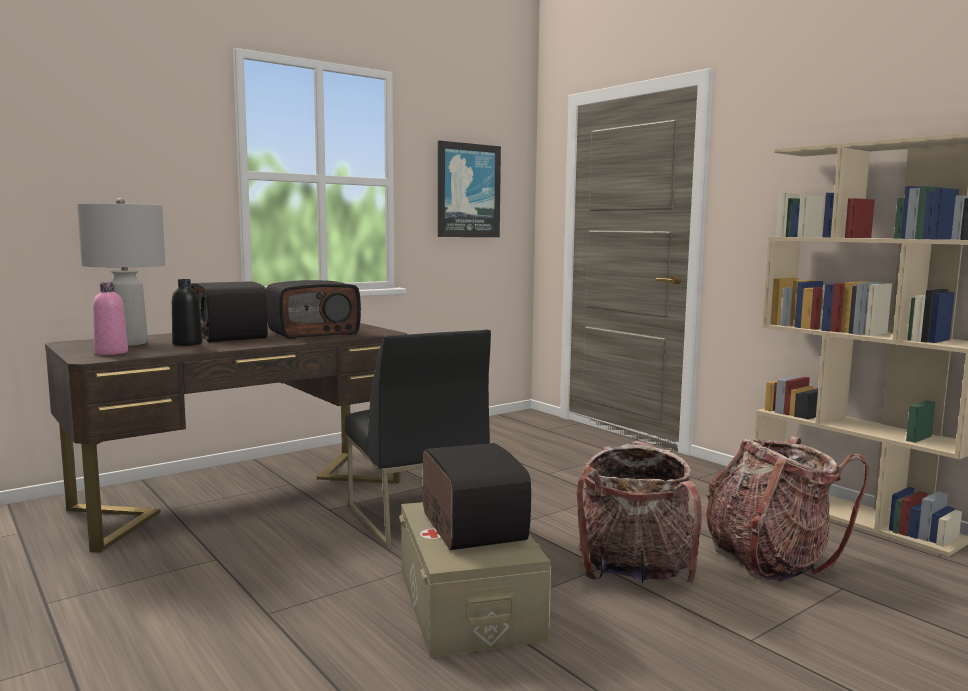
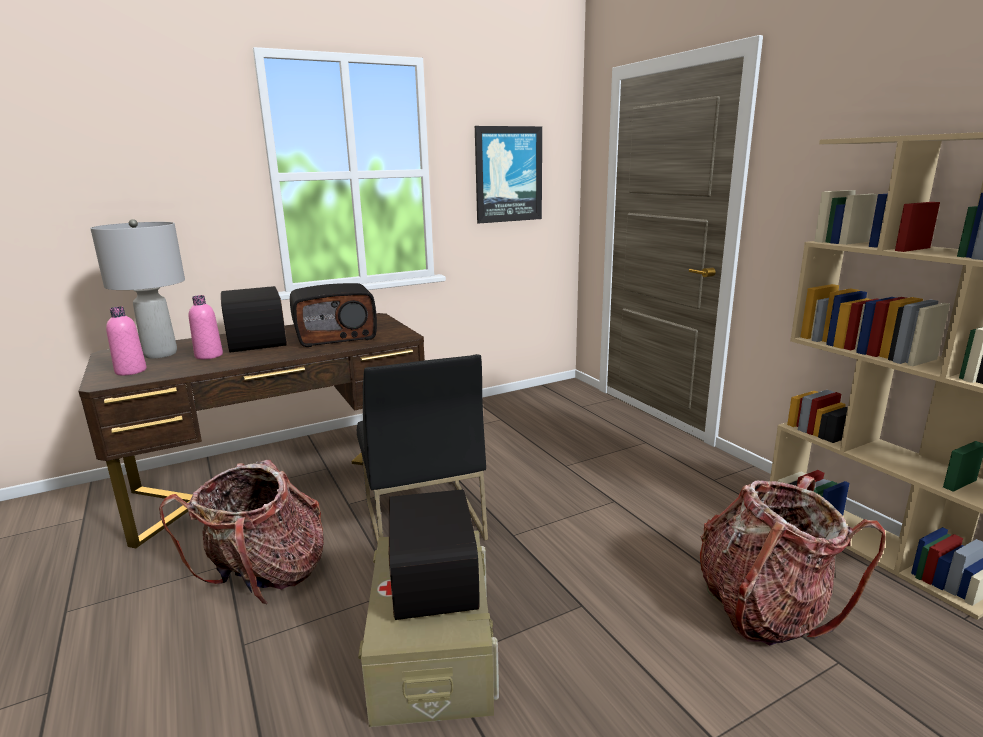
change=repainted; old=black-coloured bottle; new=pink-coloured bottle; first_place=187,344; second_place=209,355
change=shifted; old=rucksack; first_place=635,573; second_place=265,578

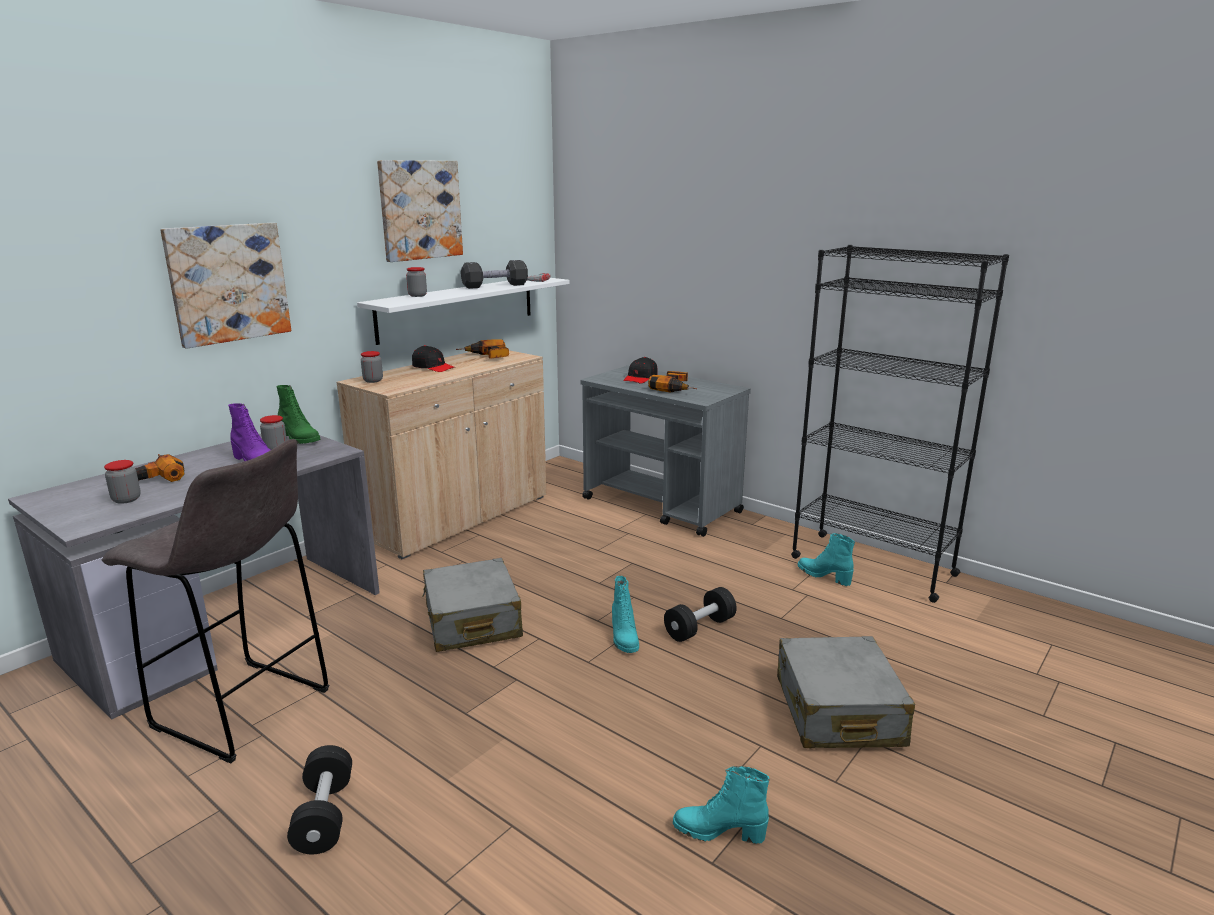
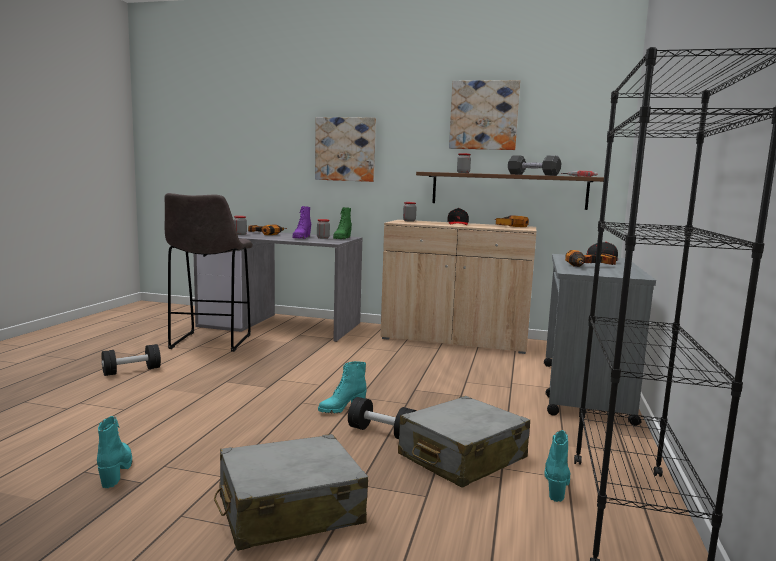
change=repainted; old=white-coloured bracket shelf; new=brown bracket shelf; first_place=458,308; second_place=508,190
change=shifted; old=grey piece of luggage; first_place=472,621; second_place=462,457

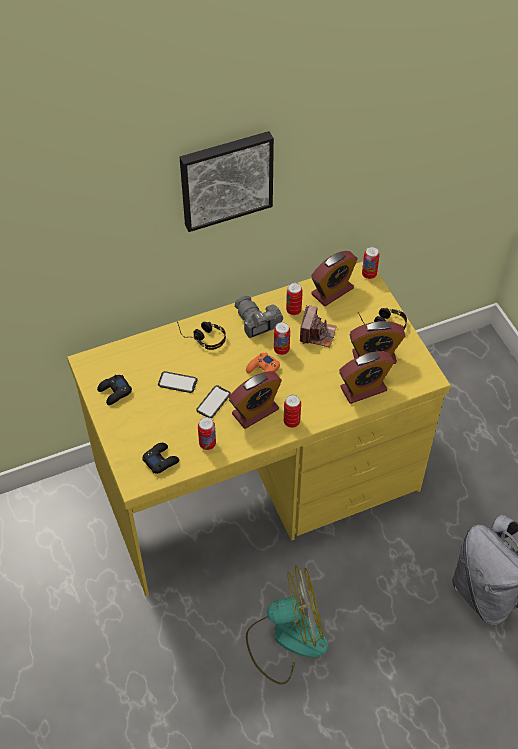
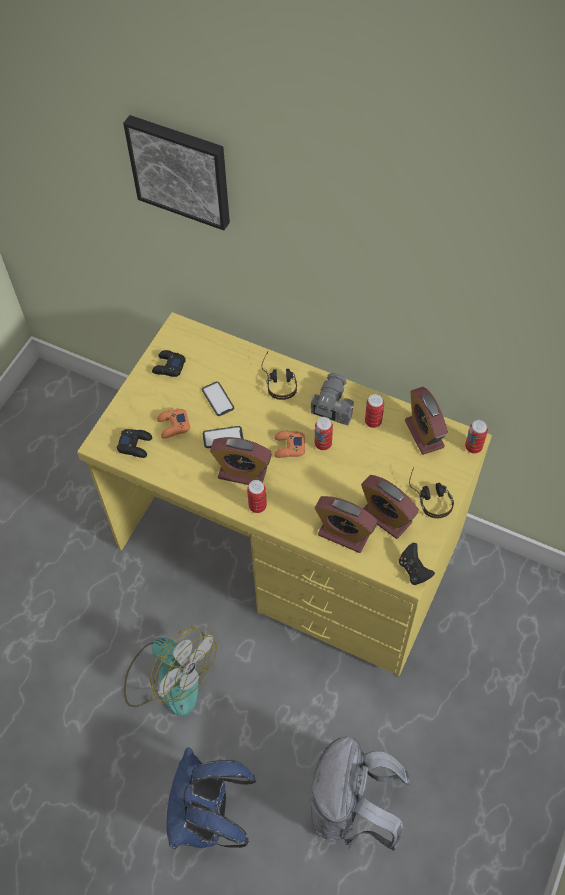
change=shifted; old=wall art; first_place=225,179; second_place=181,170
change=rotated; old=table clock; first_place=332,291; second_place=424,434; degrees=60
change=gone; old=still camera; first_place=317,334
change=gone; old=can; first_place=207,444
change=new; new=orange-coloured gamepad; second_place=173,426
change=new; new=black-coloured gamepad; second_place=414,570
change=new; new=bluish rucksack; second_place=209,816

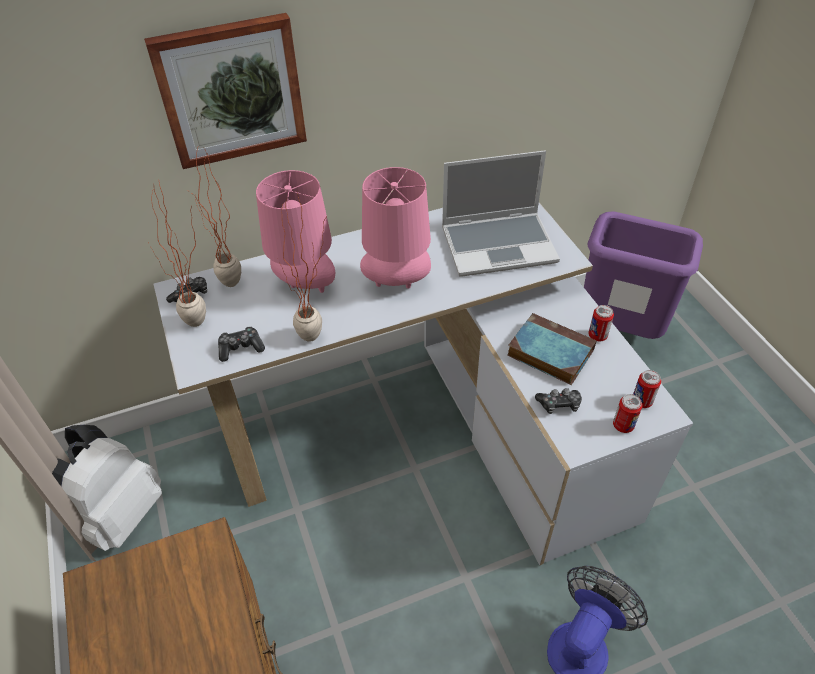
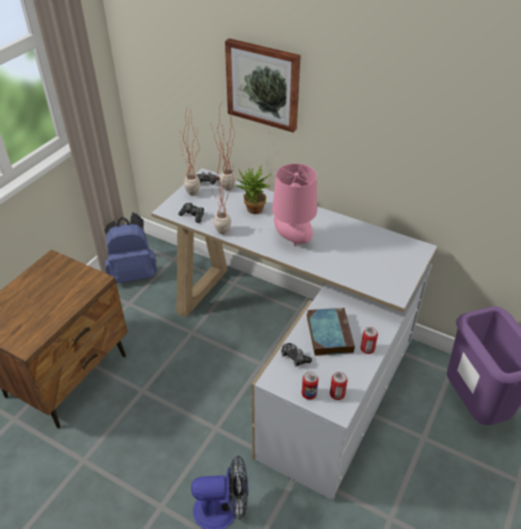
change=gone; old=notebook computer; first_place=499,244
change=swapped; old=pink-coloured table lamp; new=potted plant; first_place=304,286; second_place=253,211
change=repainted; old=white-coloured rucksack; new=bluish rucksack; first_place=120,514; second_place=133,273

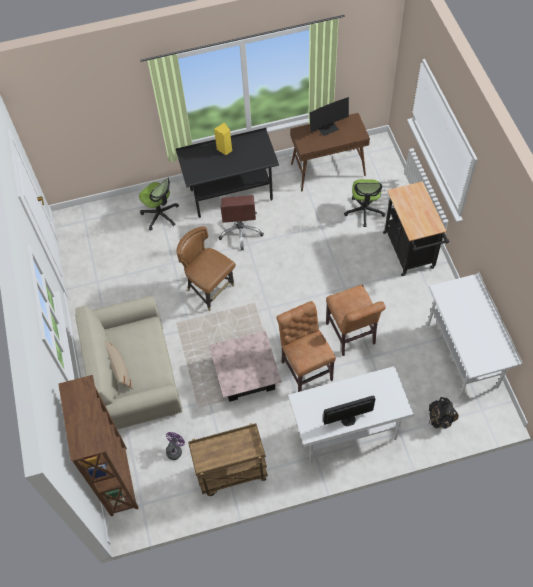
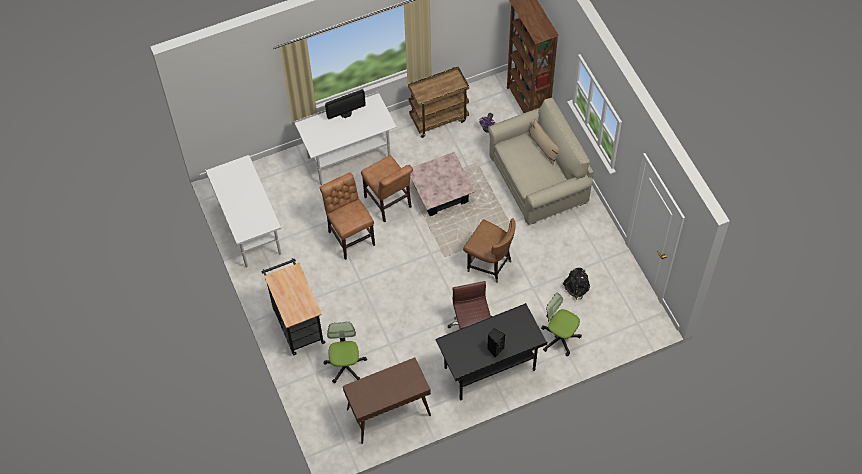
change=gone; old=computer display; first_place=327,128
change=repainted; old=yellow-coloured speaker; new=black-coloured speaker; first_place=225,149; second_place=495,349
change=shifted; old=black-coloured rucksack; first_place=440,418; second_place=576,288

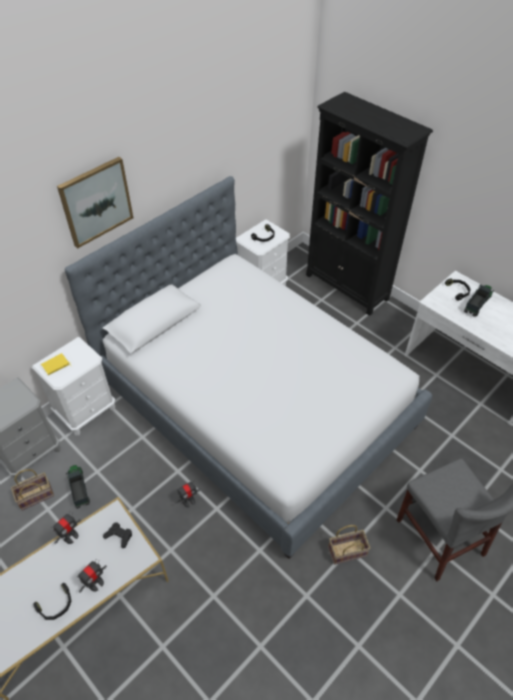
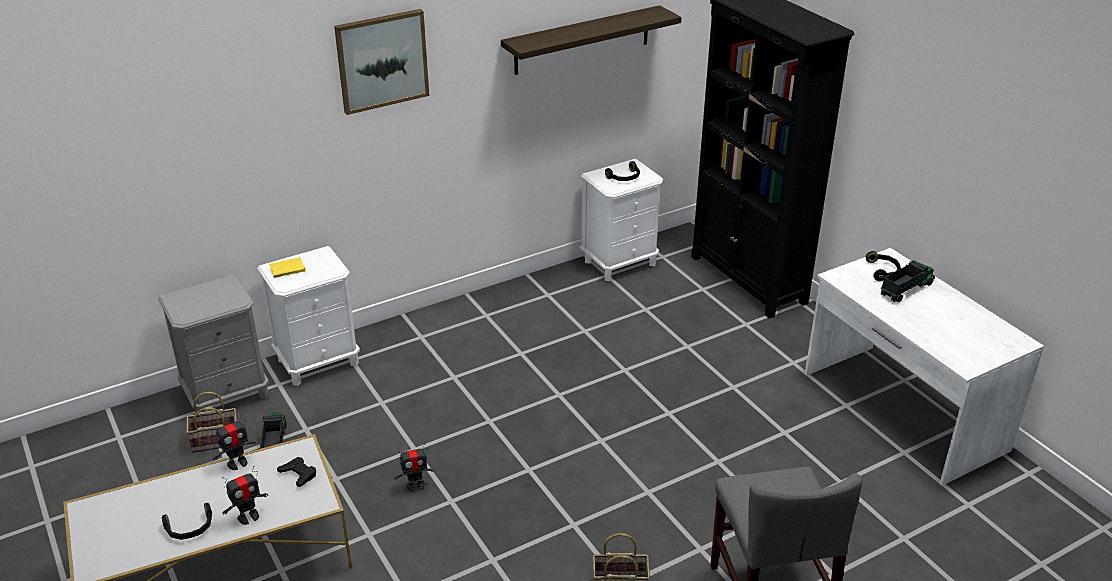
change=gone; old=bed; first_place=256,404
change=new; new=bracket shelf; second_place=582,40

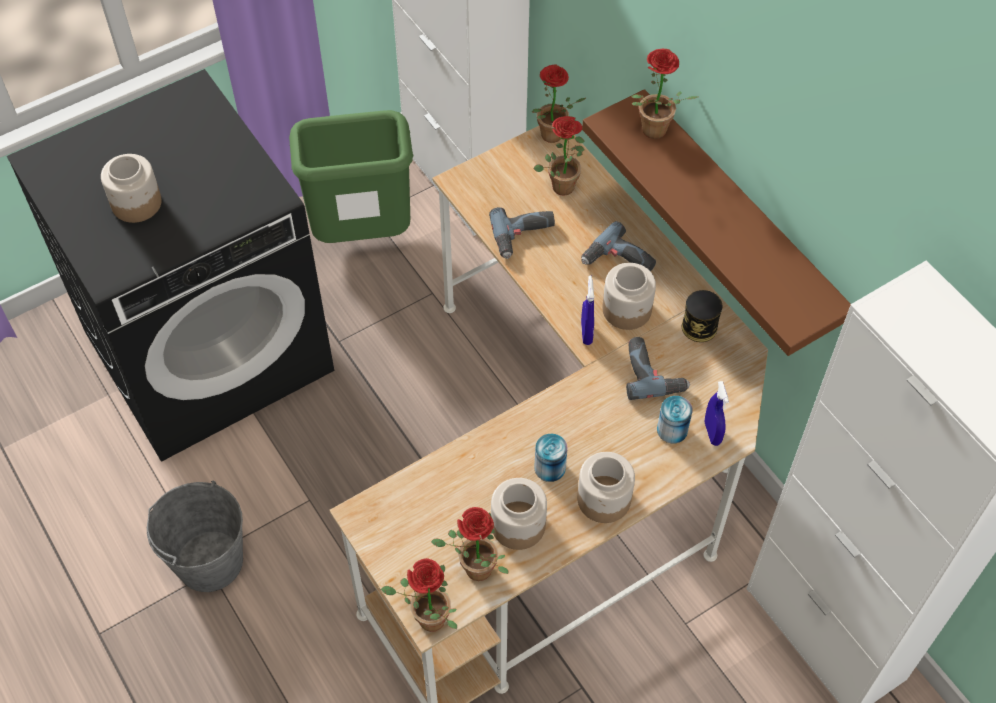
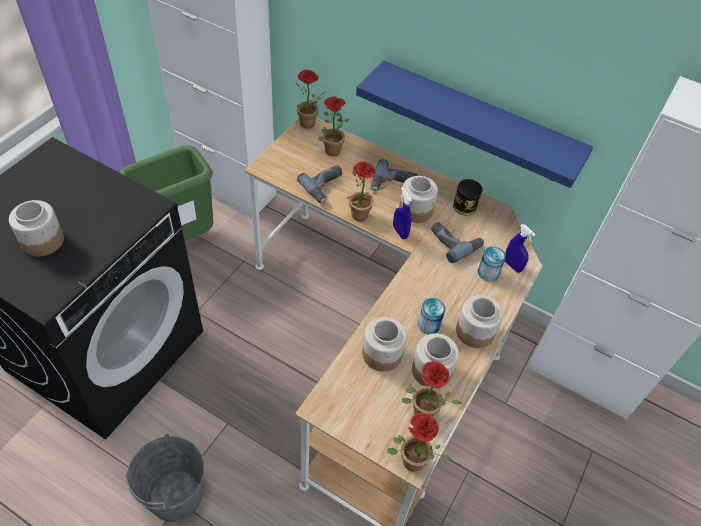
change=shifted; old=potted plant; first_place=652,133; second_place=360,218
change=repainted; old=brown bracket shelf; new=bluish bracket shelf; first_place=738,219; second_place=477,123
change=new; new=storage jar; second_place=382,353

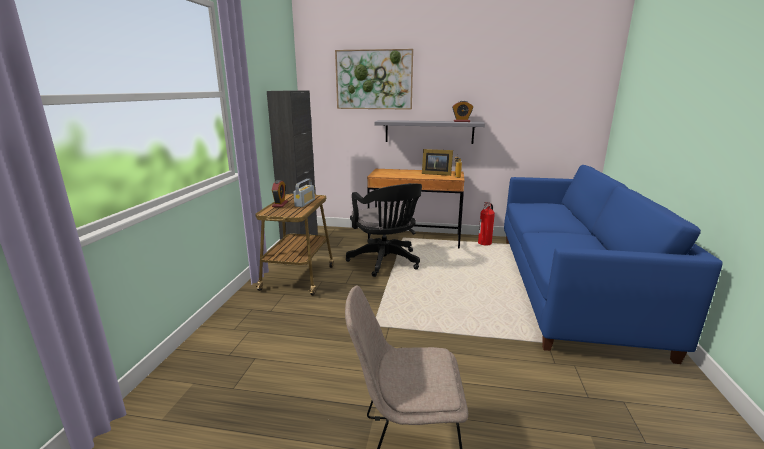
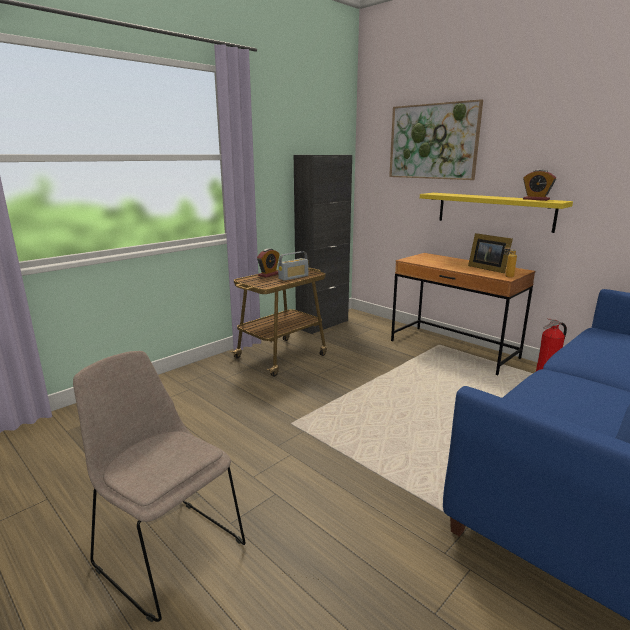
change=repainted; old=grey bracket shelf; new=yellow-coloured bracket shelf; first_place=429,131; second_place=494,211
change=gone; old=black-coloured office chair; first_place=386,262

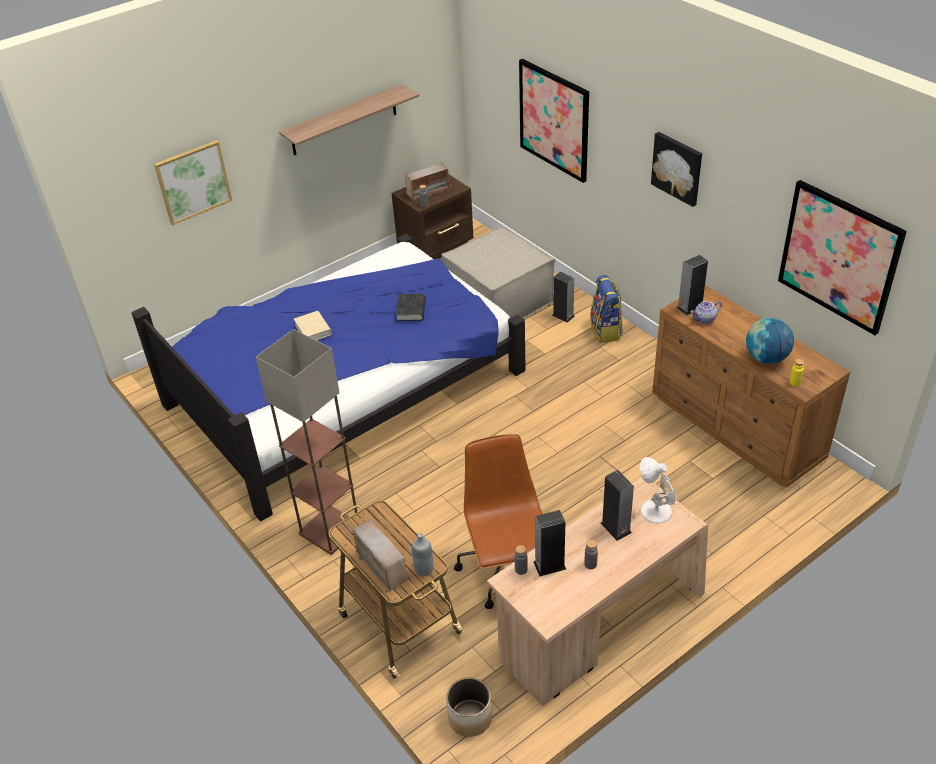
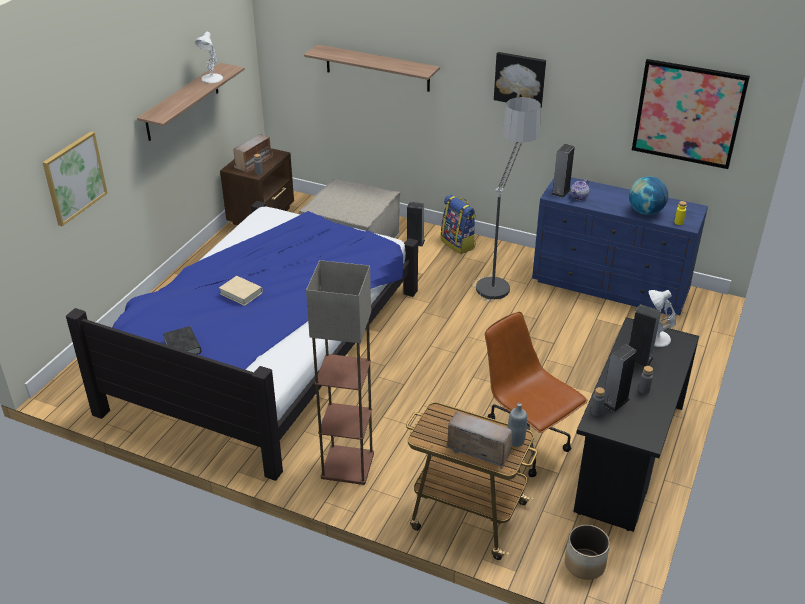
change=swapped; old=wall art; new=bracket shelf; first_place=554,120; second_place=377,68
change=repainted; old=brown dresser; new=bluish dresser; first_place=737,427; second_place=611,285
change=shifted; old=black-coloured volume; first_place=411,310; second_place=182,346
change=repainted; old=beige-coloured desk table; new=black-coloured desk table; first_place=599,626; second_place=626,457
change=new; new=white-coloured table lamp; second_place=211,79
change=new; new=standard lamp; second_place=500,275

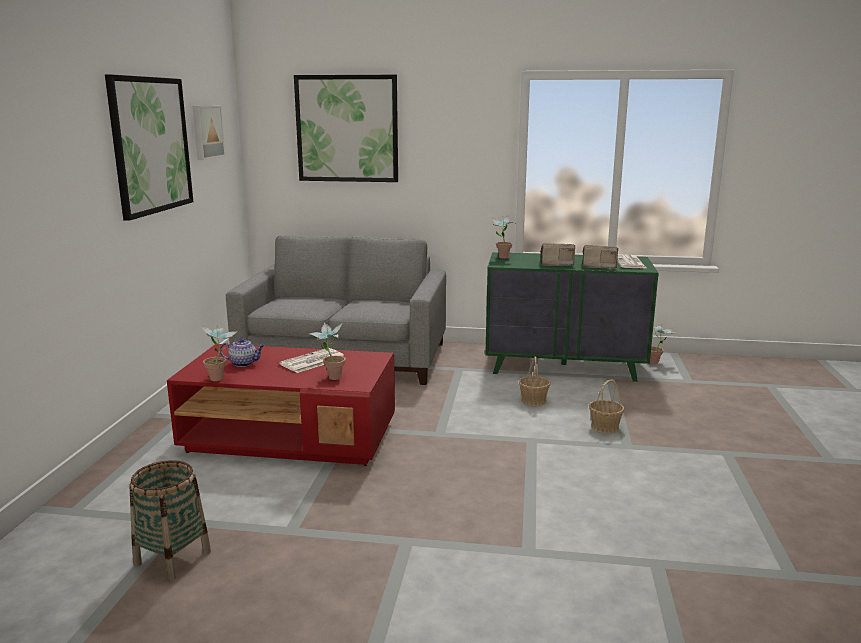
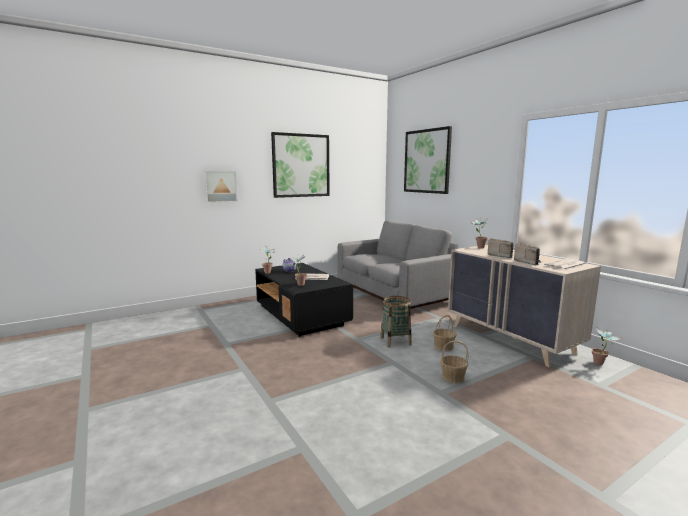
change=shifted; old=wall art; first_place=206,132; second_place=220,186
change=repainted; old=green dresser; new=beige-coloured dresser; first_place=564,367; second_place=511,339
change=repainted; old=red coffee table; new=black-coloured coffee table; first_place=291,437; second_place=301,315
change=shifted; old=household basket; first_place=172,558; second_place=395,341

